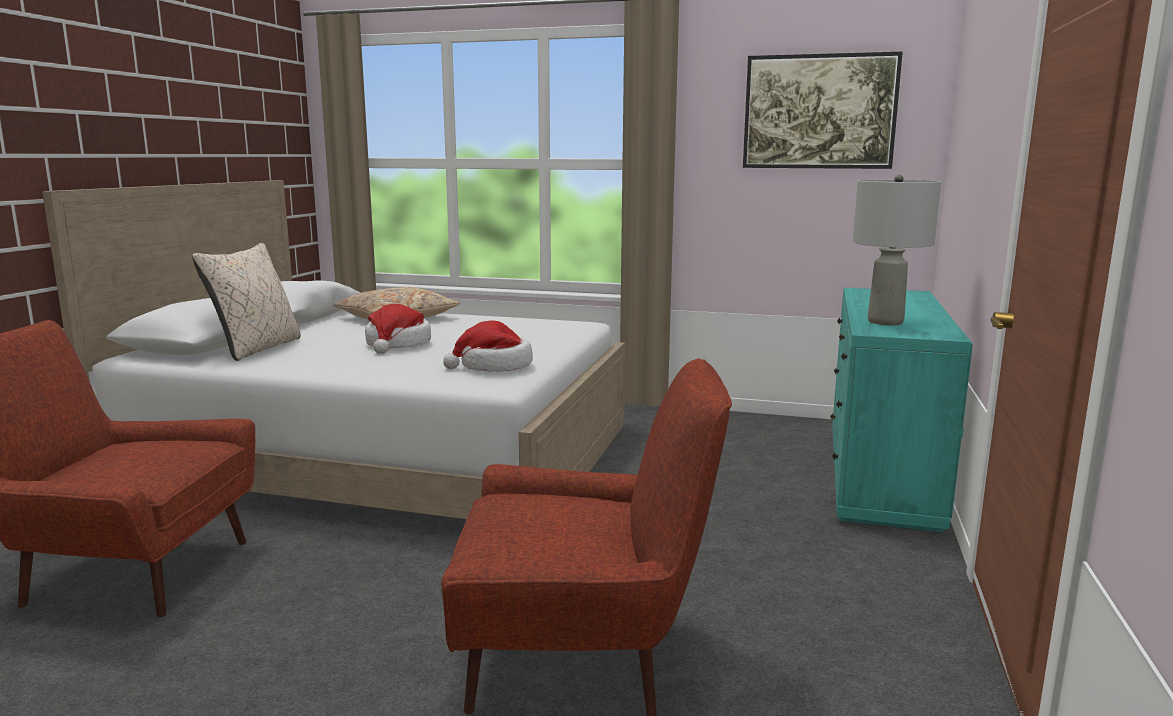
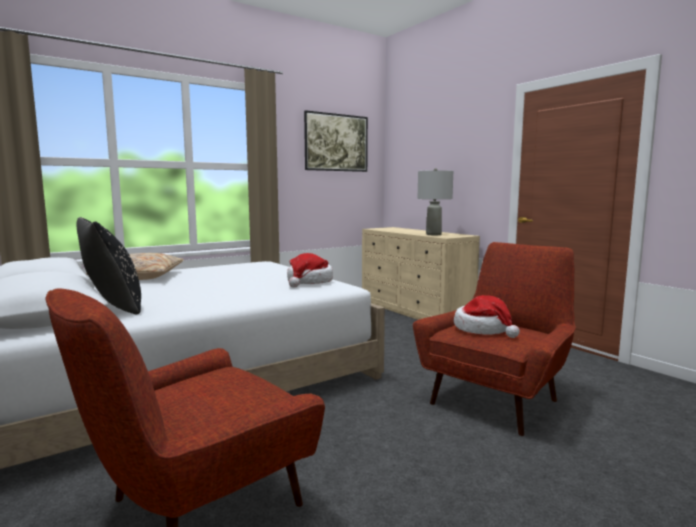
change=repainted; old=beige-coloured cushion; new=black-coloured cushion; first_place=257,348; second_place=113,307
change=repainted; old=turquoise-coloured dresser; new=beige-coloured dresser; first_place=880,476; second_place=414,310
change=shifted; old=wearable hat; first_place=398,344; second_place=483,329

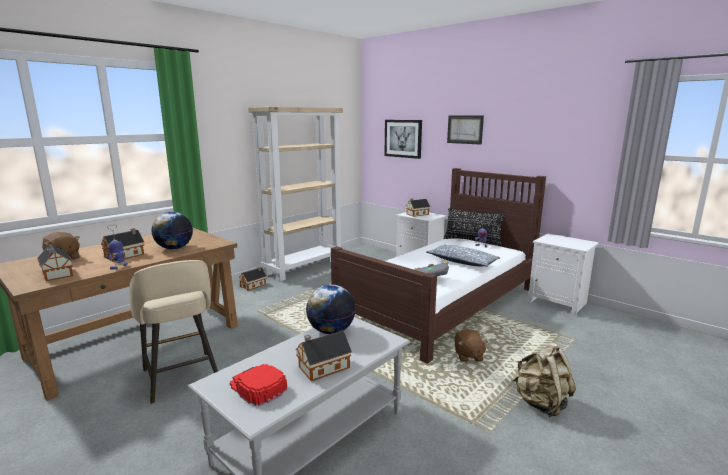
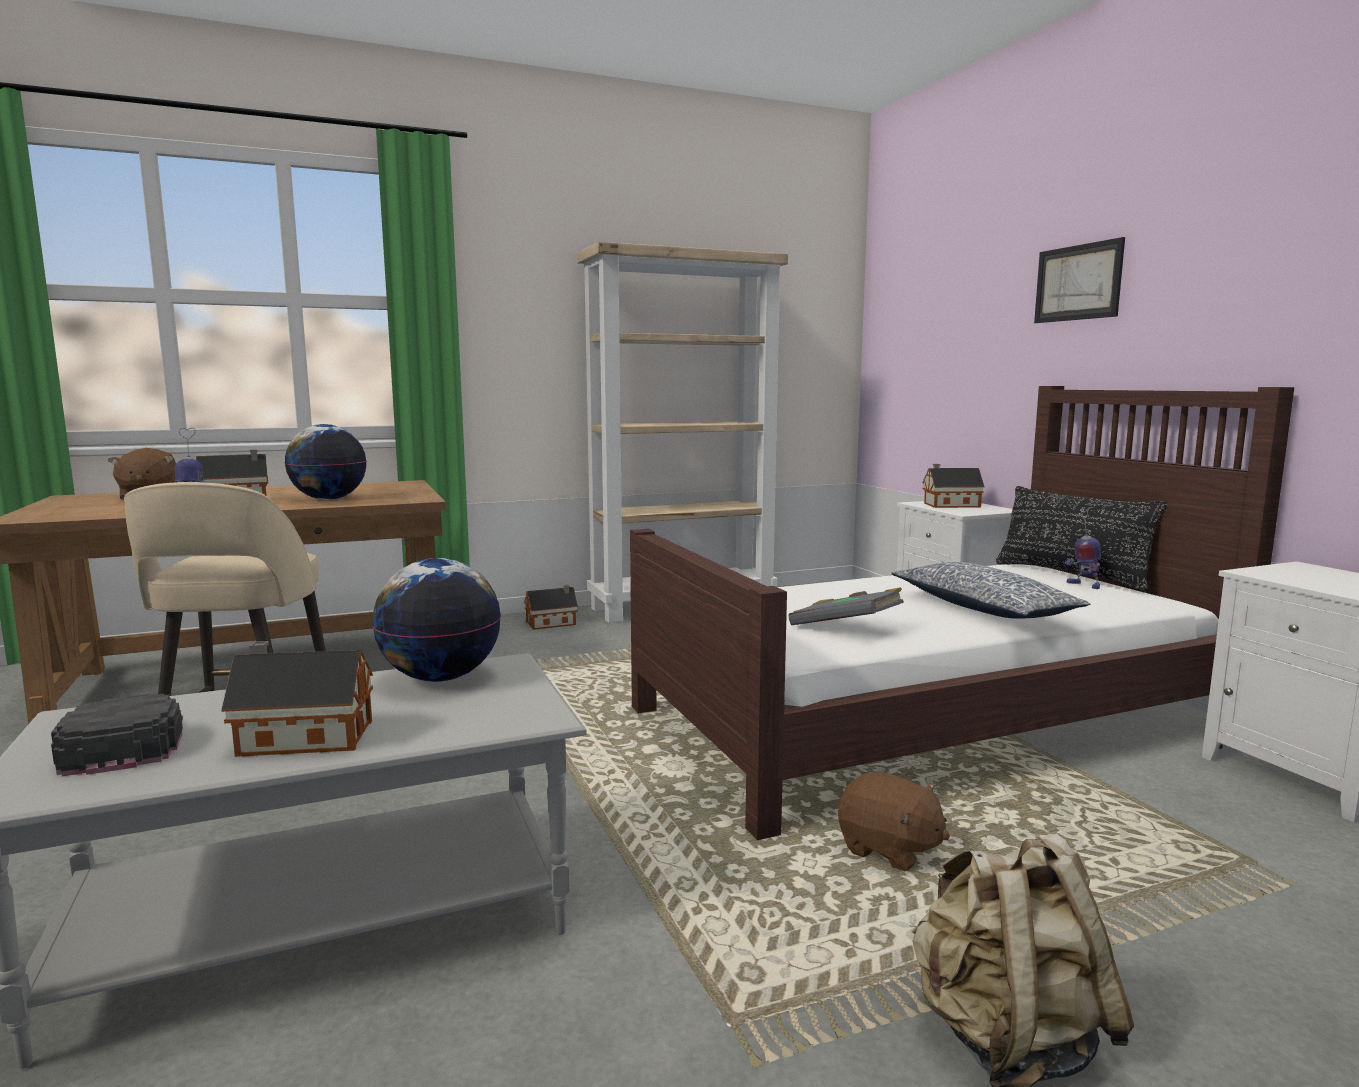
change=gone; old=wall art; first_place=403,138
change=gone; old=miniature house; first_place=57,274
change=rotated; old=brown cuddly toy; first_place=468,356; second_place=889,849; degrees=-75
change=repainted; old=red cap; new=black-coloured cap; first_place=257,387; second_place=124,743

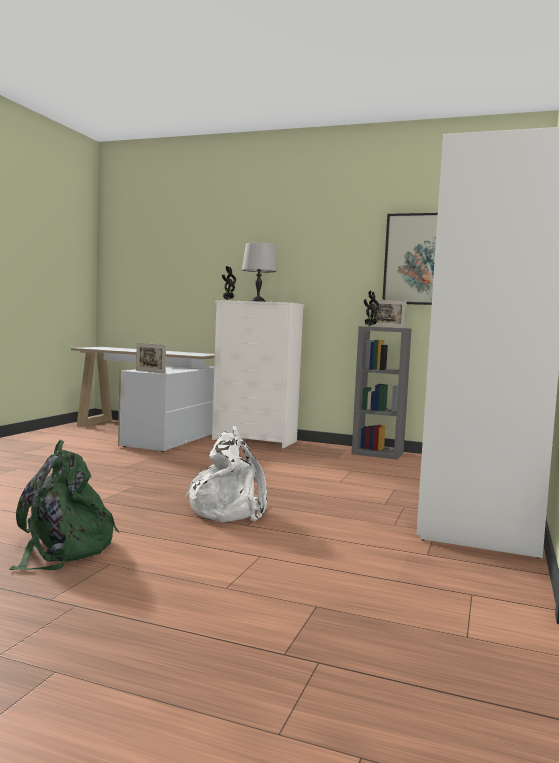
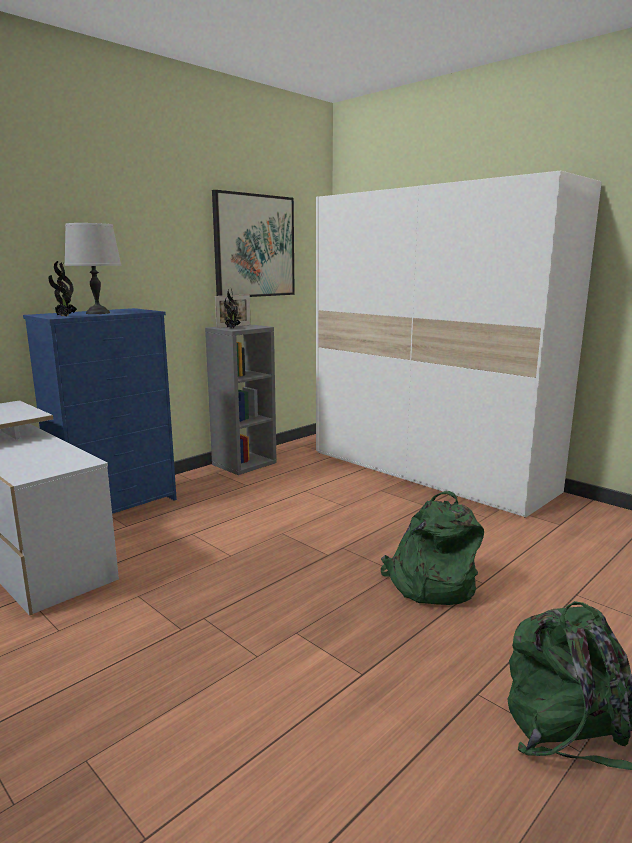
change=repainted; old=white-coloured dresser; new=bluish dresser; first_place=255,440; second_place=117,507
change=gone; old=picture frame; first_place=150,372
change=repainted; old=white-coloured rucksack; new=green rucksack; first_place=228,510; second_place=430,584

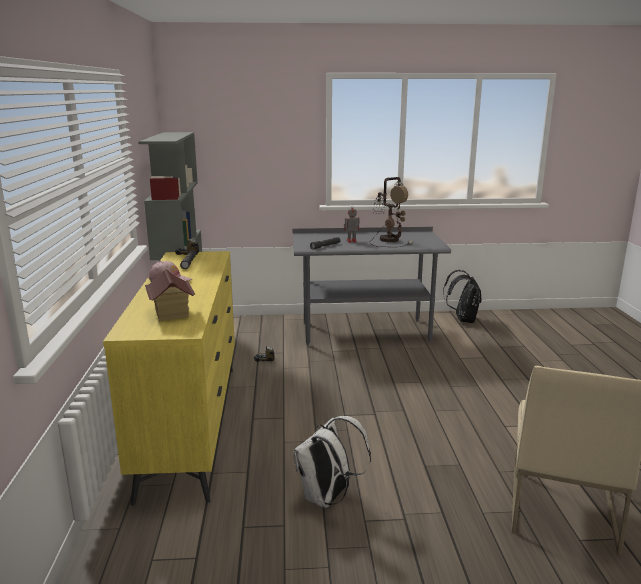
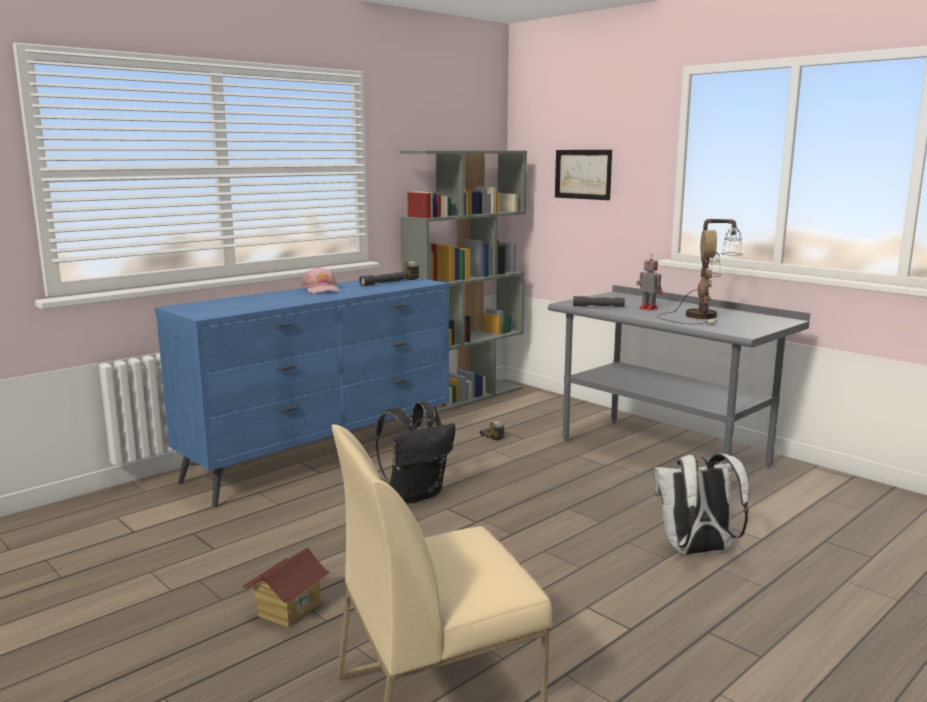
change=repainted; old=yellow-coloured dresser; new=bluish dresser; first_place=192,424; second_place=323,456
change=shifted; old=miniature house; first_place=171,313; second_place=288,610
change=shifted; old=black-coloured rucksack; first_place=463,320; second_place=416,494
change=shifted; old=white-coloured rucksack; first_place=328,497; second_place=696,551
change=new; new=wall art; second_place=583,174

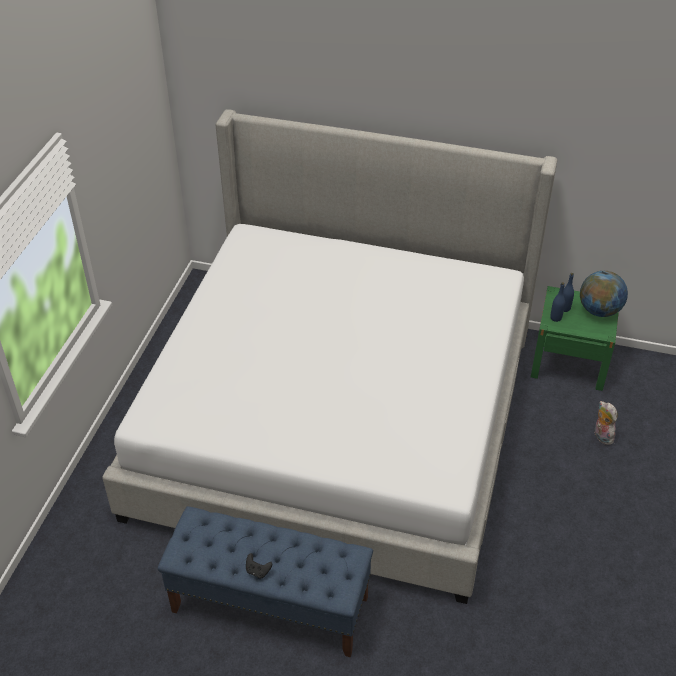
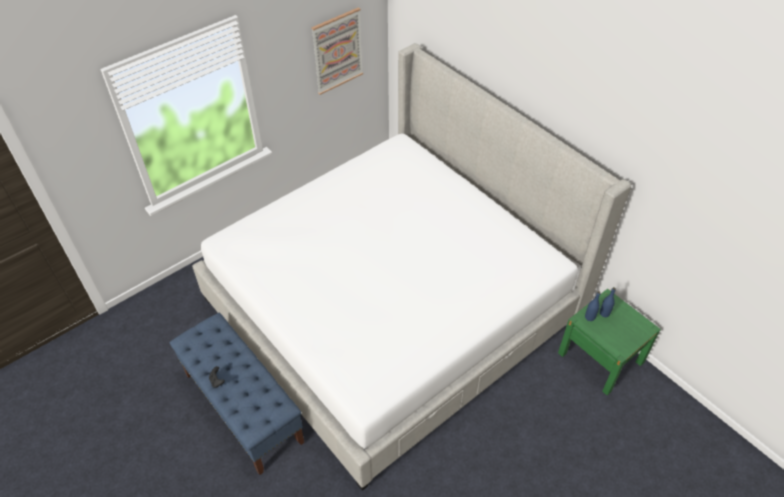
change=gone; old=desk globe; first_place=599,310
change=gone; old=cuddly toy; first_place=601,436
change=new; new=wall art; second_place=337,51

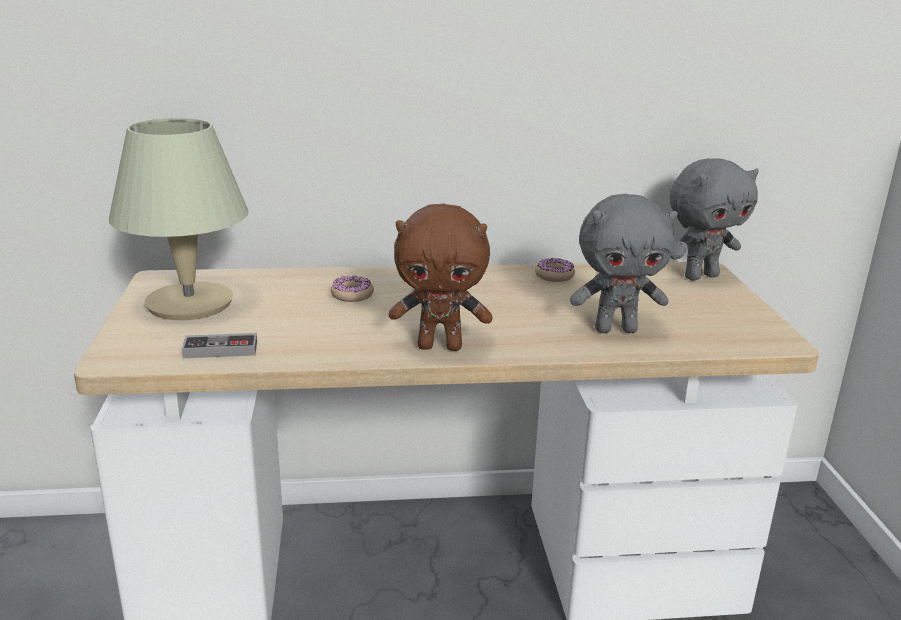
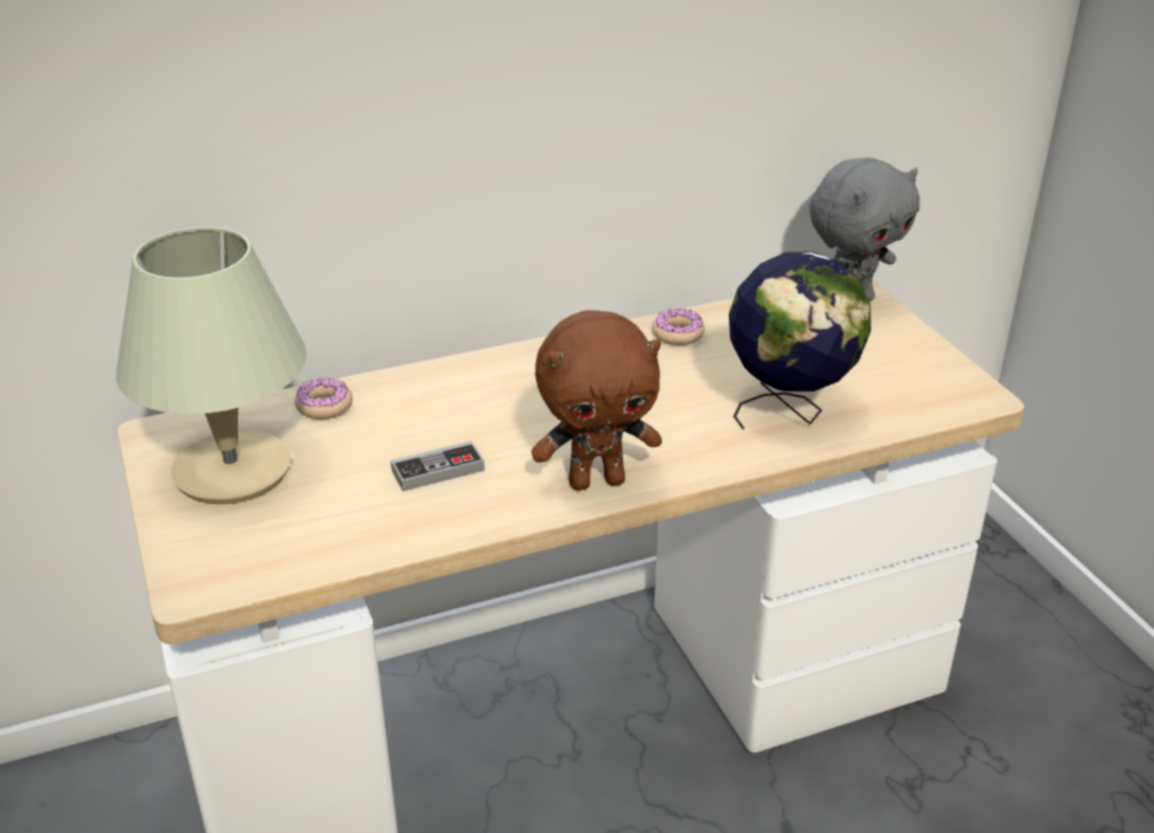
change=swapped; old=grey cuddly toy; new=desk globe; first_place=616,329; second_place=789,412
change=shifted; old=donut; first_place=352,295; second_place=324,406
change=shifted; old=gamepad; first_place=220,350; second_place=438,470

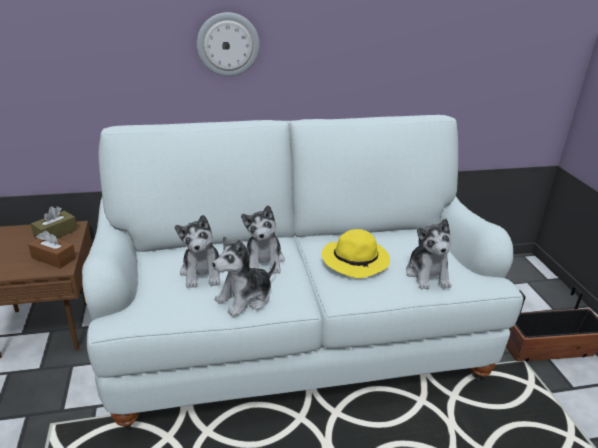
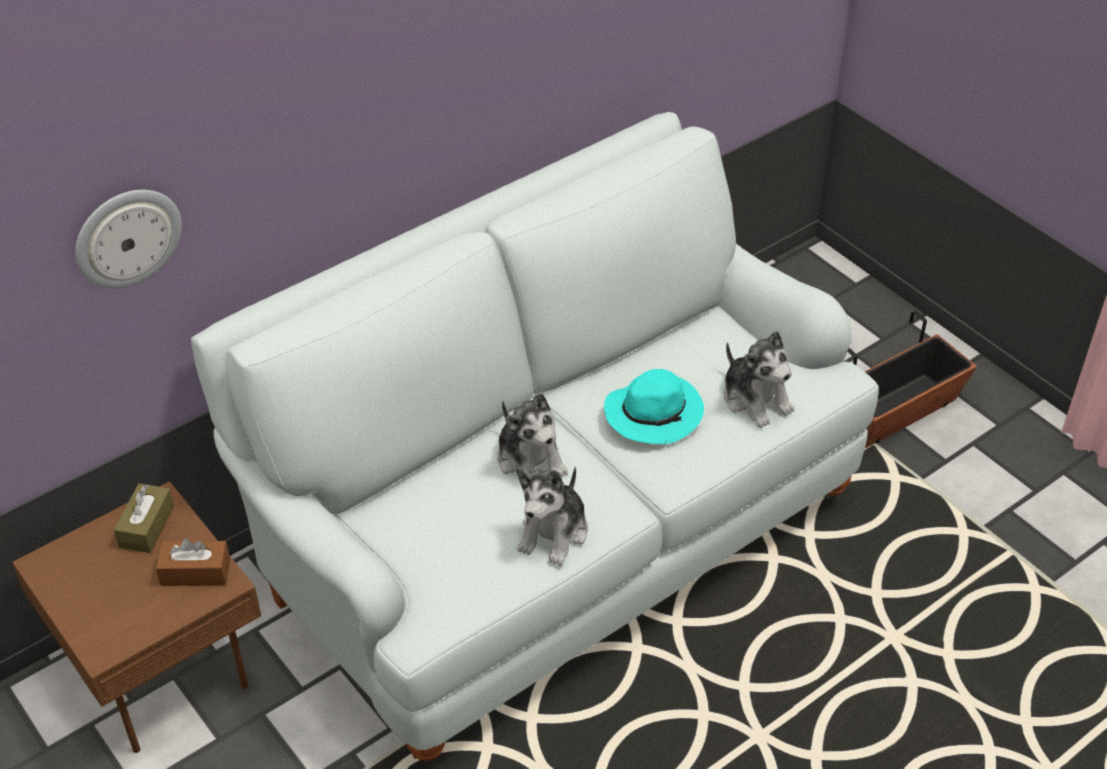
change=shifted; old=wall clock; first_place=228,44; second_place=127,237
change=gone; old=cuddly toy; first_place=202,273
change=repainted; old=yellow-coloured wearable hat; new=turquoise-coloured wearable hat; first_place=356,261; second_place=655,412

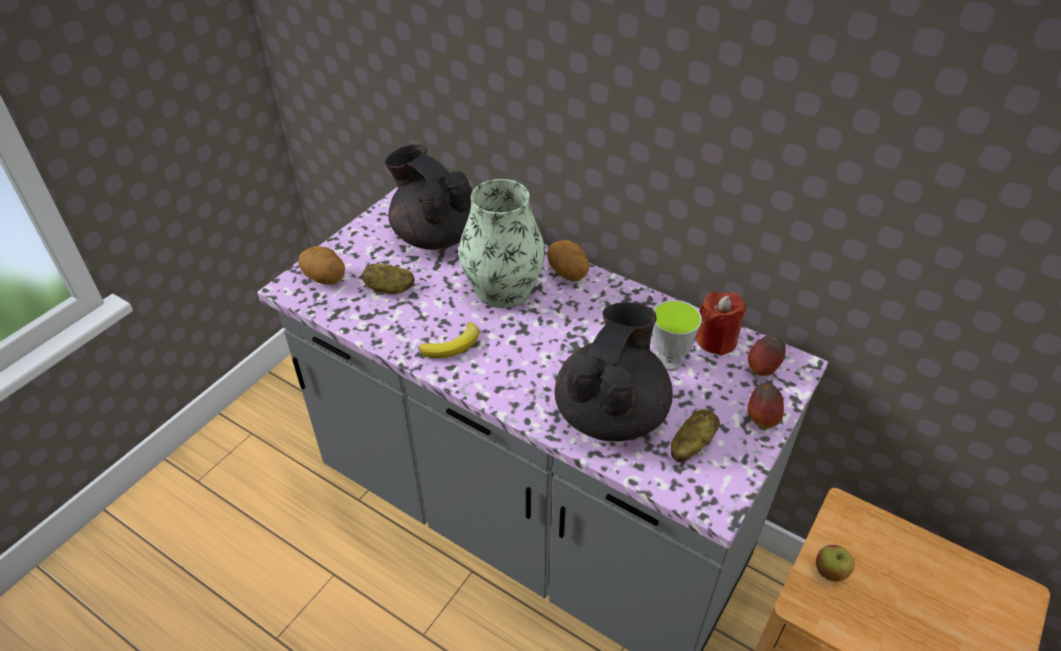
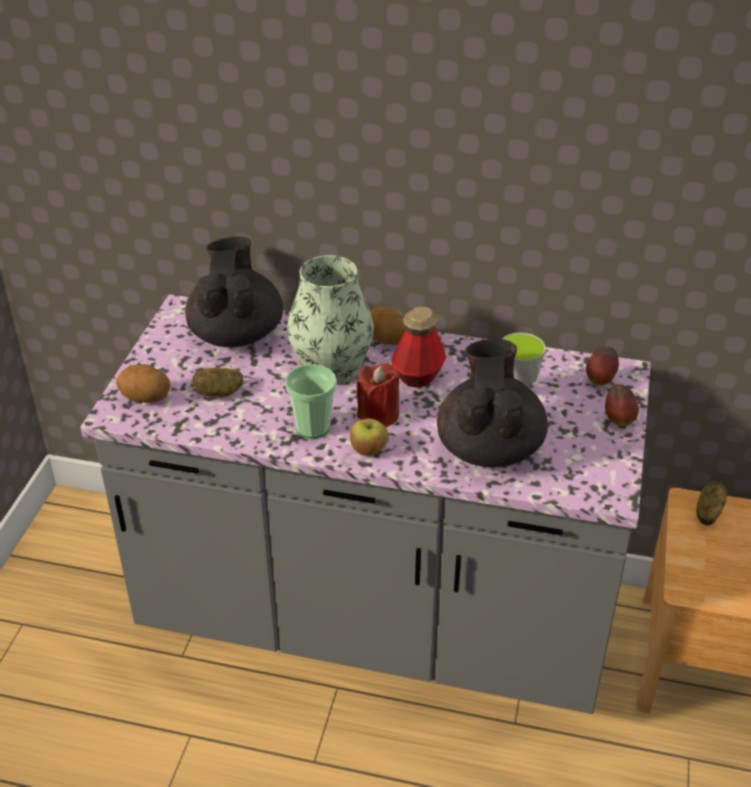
change=rotated; old=black-coloured tea pot; first_place=436,235; second_place=236,333; degrees=60
change=shifted; old=red candle; first_place=716,340; second_place=379,414
change=swapped; old=whole banana; new=cup; first_place=453,345; second_place=313,427
change=shifted; old=potato; first_place=690,445; second_place=708,512
change=shifted; old=apple fruit; first_place=830,571; second_place=368,450
change=new; new=bottle; second_place=418,376

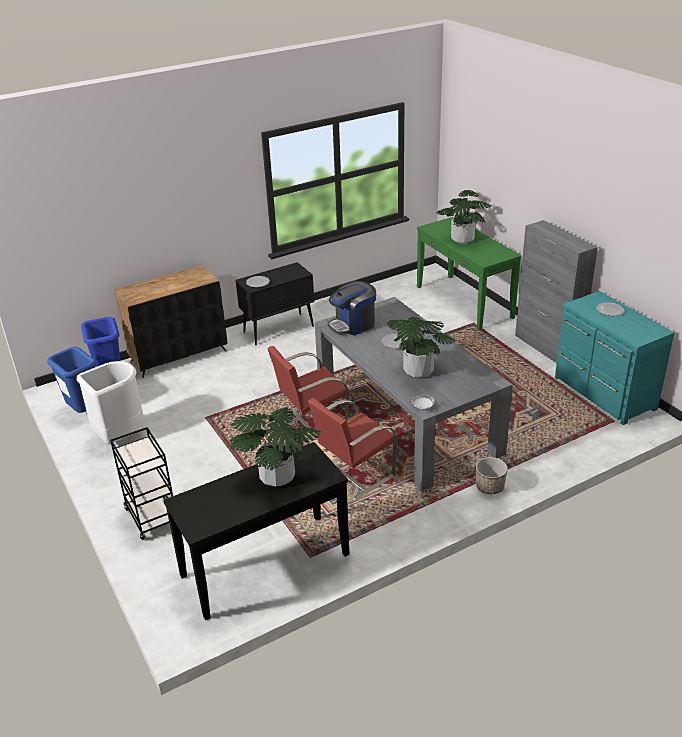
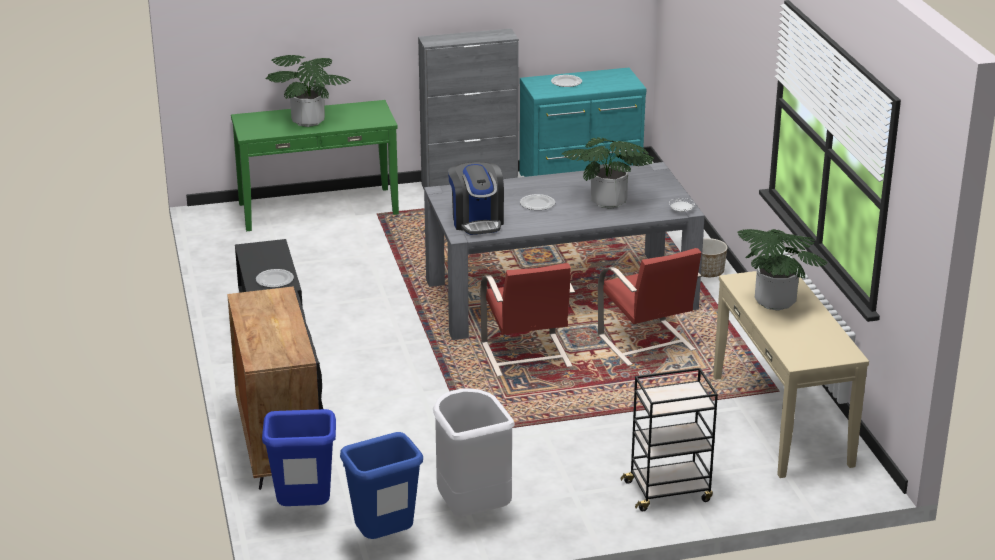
change=repainted; old=black-coloured console table; new=beige-coloured console table; first_place=265,565; second_place=782,420

